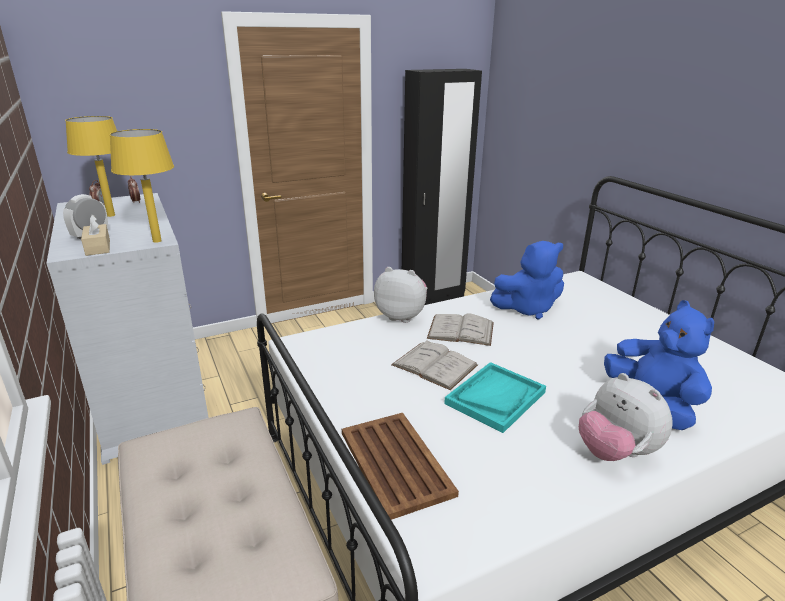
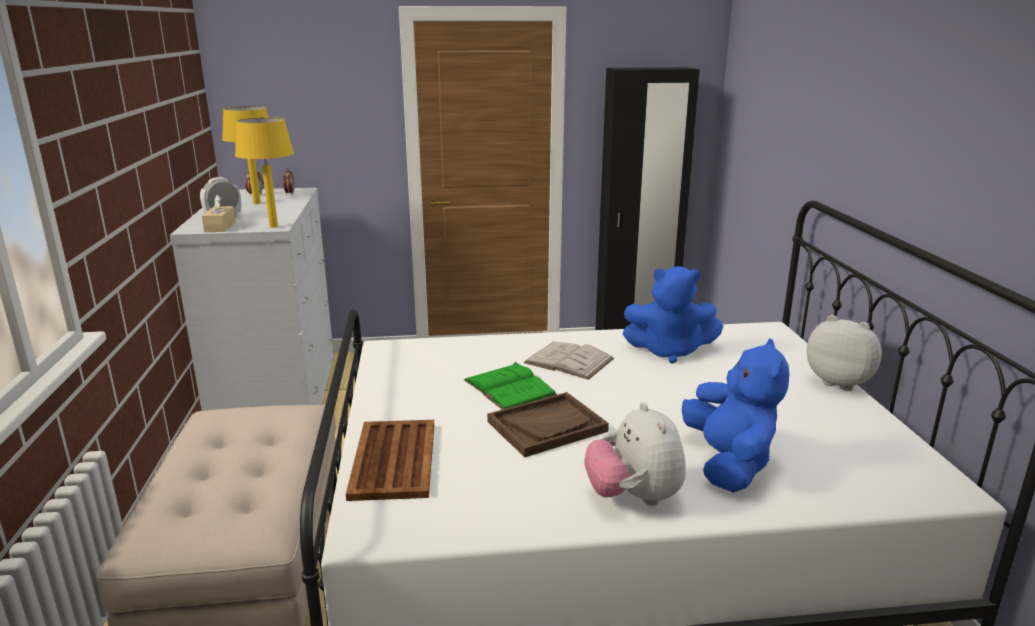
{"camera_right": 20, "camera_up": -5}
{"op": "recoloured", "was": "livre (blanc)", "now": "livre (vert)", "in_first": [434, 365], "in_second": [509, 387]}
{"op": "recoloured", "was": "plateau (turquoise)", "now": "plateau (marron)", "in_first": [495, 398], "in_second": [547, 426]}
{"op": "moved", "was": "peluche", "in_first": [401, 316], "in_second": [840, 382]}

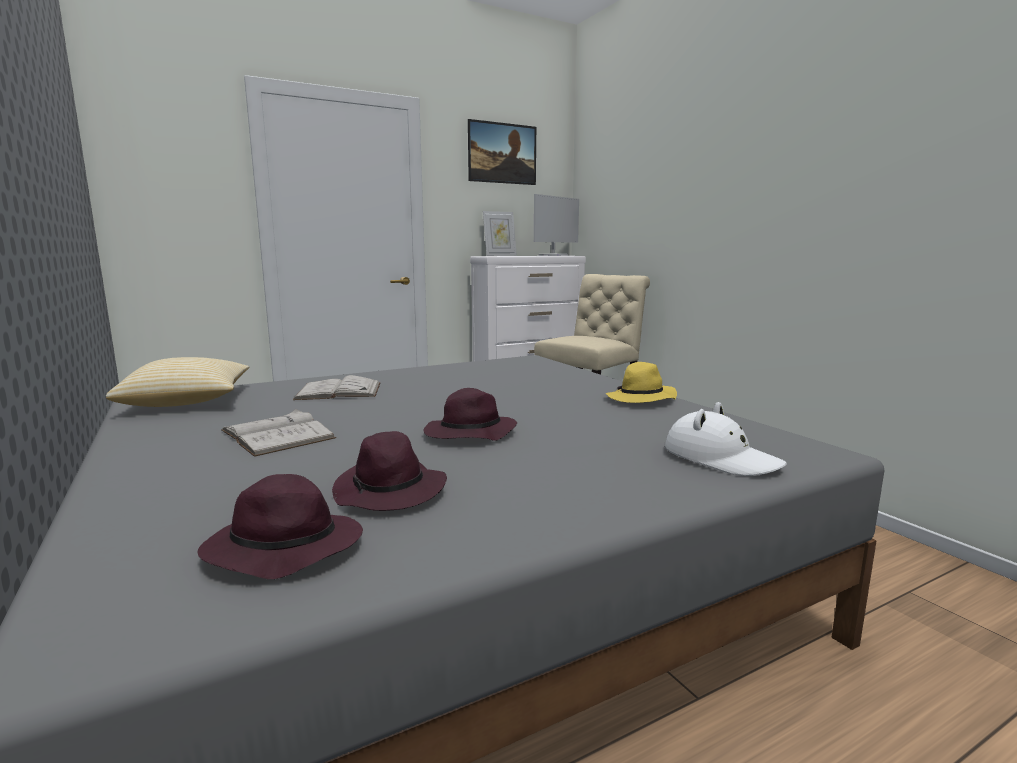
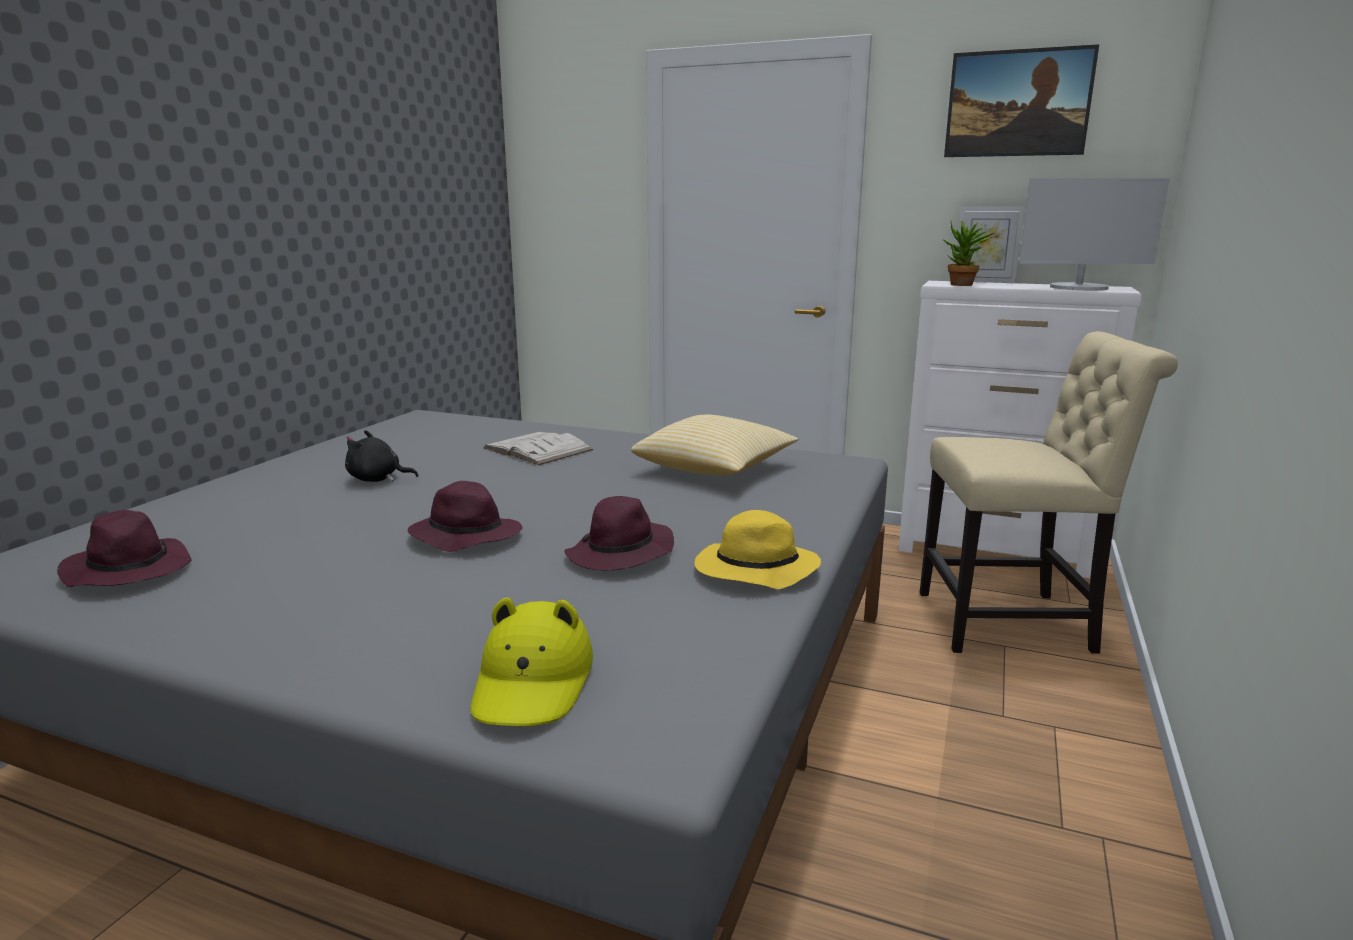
{"camera_right": 50, "camera_up": 5}
{"op": "replaced", "was": "livre (blanc)", "now": "peluche (noir)", "in_first": [277, 434], "in_second": [377, 479]}
{"op": "recoloured", "was": "chapeau (blanc)", "now": "chapeau (jaune)", "in_first": [721, 458], "in_second": [533, 682]}
{"op": "moved", "was": "chapeau (violet)", "in_first": [390, 491], "in_second": [621, 554]}
{"op": "moved", "was": "coussin", "in_first": [187, 402], "in_second": [715, 469]}
{"op": "added", "now": "plante en pot", "in_second": [962, 285]}

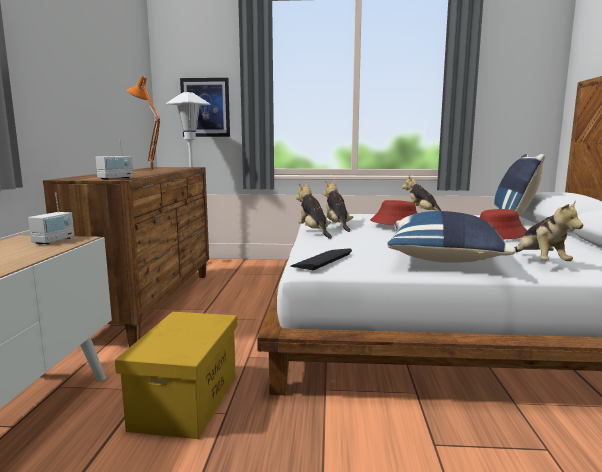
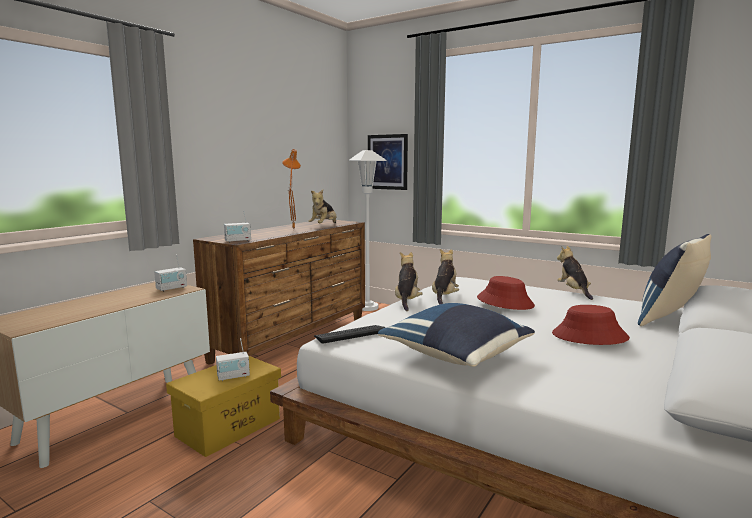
{"camera_right": 30, "camera_up": 0}
{"op": "added", "now": "radio", "in_second": [233, 376]}
{"op": "moved", "was": "peluche", "in_first": [539, 262], "in_second": [324, 226]}

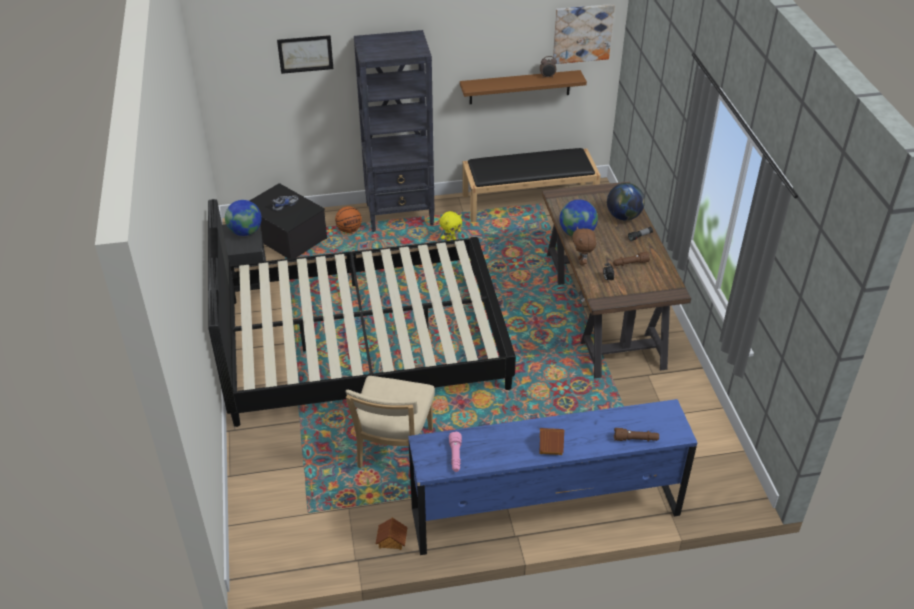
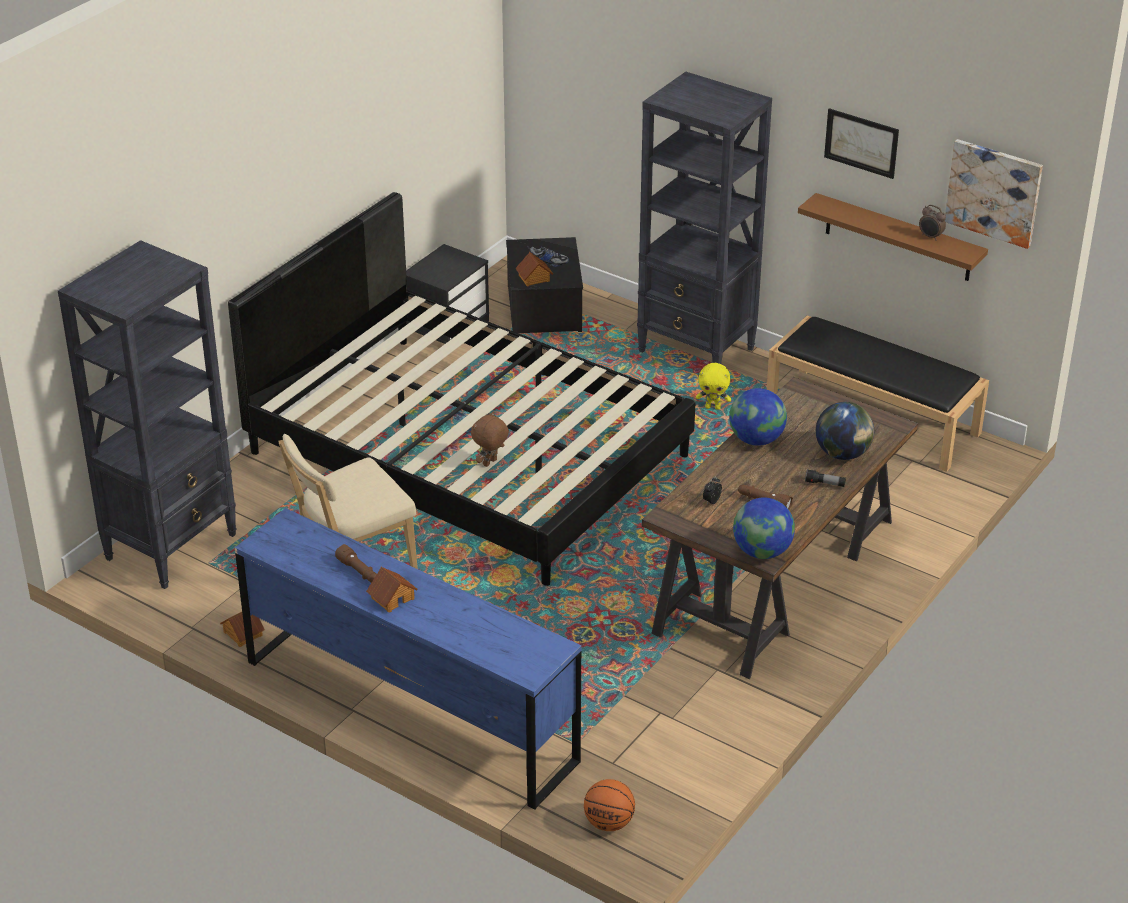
{"camera_right": 45, "camera_up": -5}
{"op": "added", "now": "bibliothèque (noir)", "in_second": [172, 546]}
{"op": "moved", "was": "lampe de poche (marron)", "in_first": [635, 439], "in_second": [358, 571]}
{"op": "moved", "was": "peluche (marron)", "in_first": [582, 262], "in_second": [490, 463]}
{"op": "added", "now": "maison miniature", "in_second": [534, 278]}
{"op": "moved", "was": "ballon de basket", "in_first": [349, 230], "in_second": [609, 823]}
{"op": "moved", "was": "globe", "in_first": [245, 232], "in_second": [762, 552]}
{"op": "moved", "was": "tableau", "in_first": [305, 54], "in_second": [861, 143]}
{"op": "removed", "was": "lampe de poche (rose)", "in_first": [455, 456]}

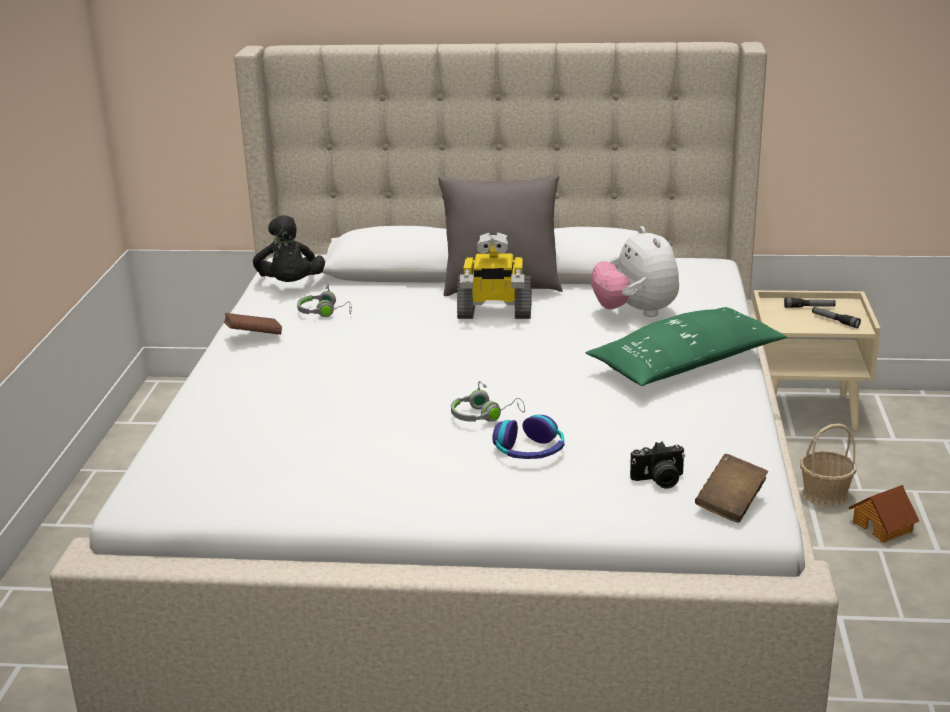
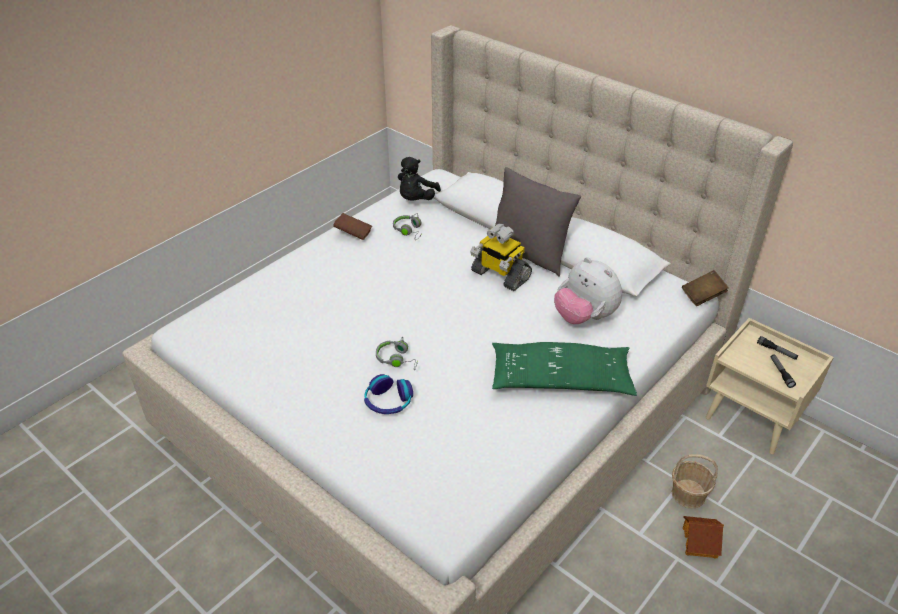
{"camera_right": 35, "camera_up": 15}
{"op": "turned", "was": "peluche", "in_first": [635, 312], "in_second": [584, 317], "clockwise": -60}
{"op": "moved", "was": "livre (marron)", "in_first": [730, 503], "in_second": [703, 296]}
{"op": "removed", "was": "appareil photo", "in_first": [659, 480]}

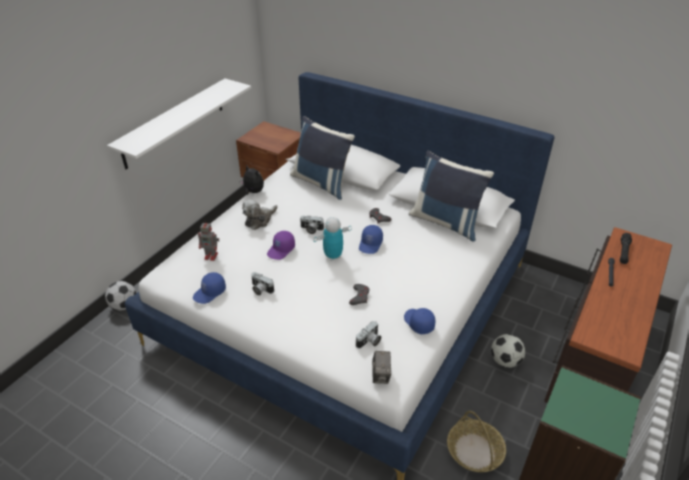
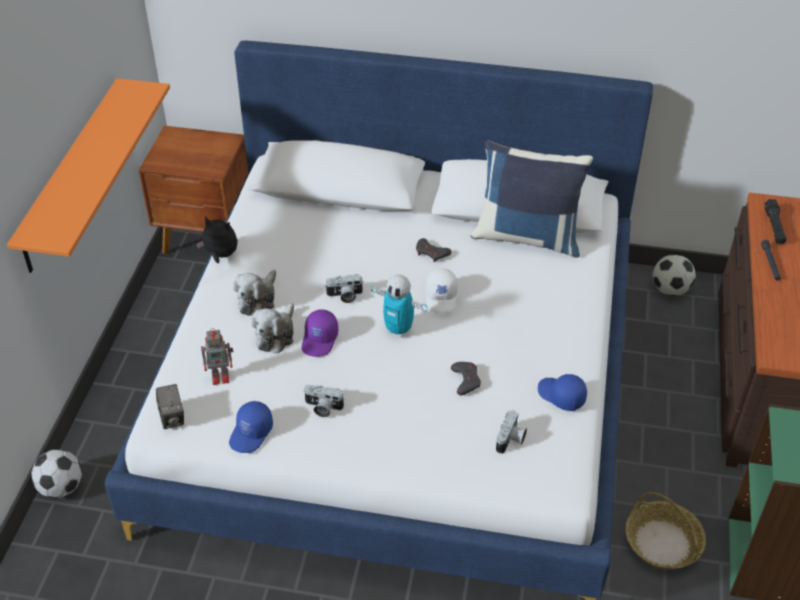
{"camera_right": -20, "camera_up": 5}
{"op": "recoloured", "was": "étagère (blanc)", "now": "étagère (orange)", "in_first": [174, 123], "in_second": [71, 175]}
{"op": "moved", "was": "appareil photo", "in_first": [381, 375], "in_second": [172, 417]}
{"op": "added", "now": "peluche", "in_second": [276, 335]}
{"op": "turned", "was": "robot jouet", "in_first": [333, 256], "in_second": [398, 330], "clockwise": -105}
{"op": "recoloured", "was": "casquette (bleu)", "now": "casquette (blanc)", "in_first": [371, 244], "in_second": [442, 297]}
{"op": "moved", "was": "ballon de foot", "in_first": [505, 361], "in_second": [670, 290]}
{"op": "removed", "was": "coussin (bleu)", "in_first": [322, 182]}

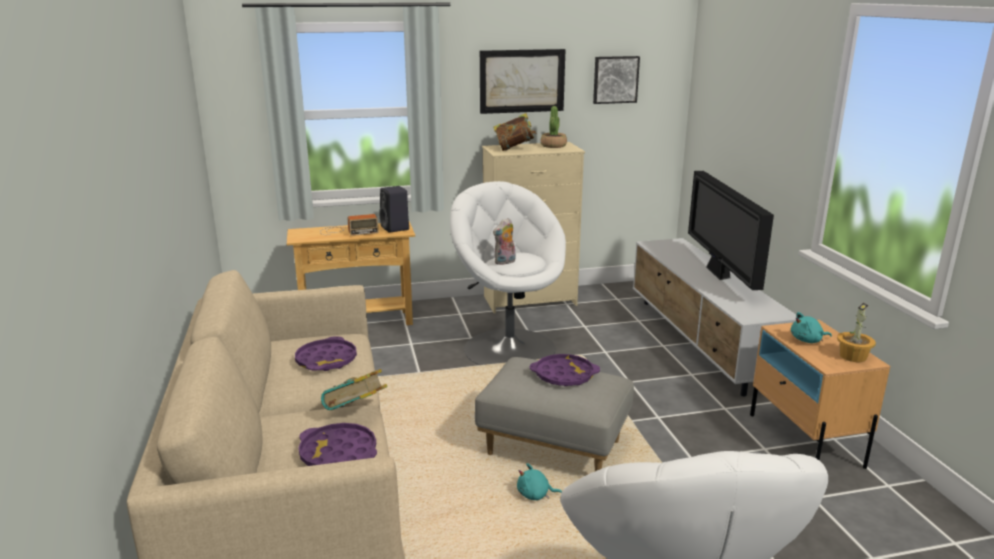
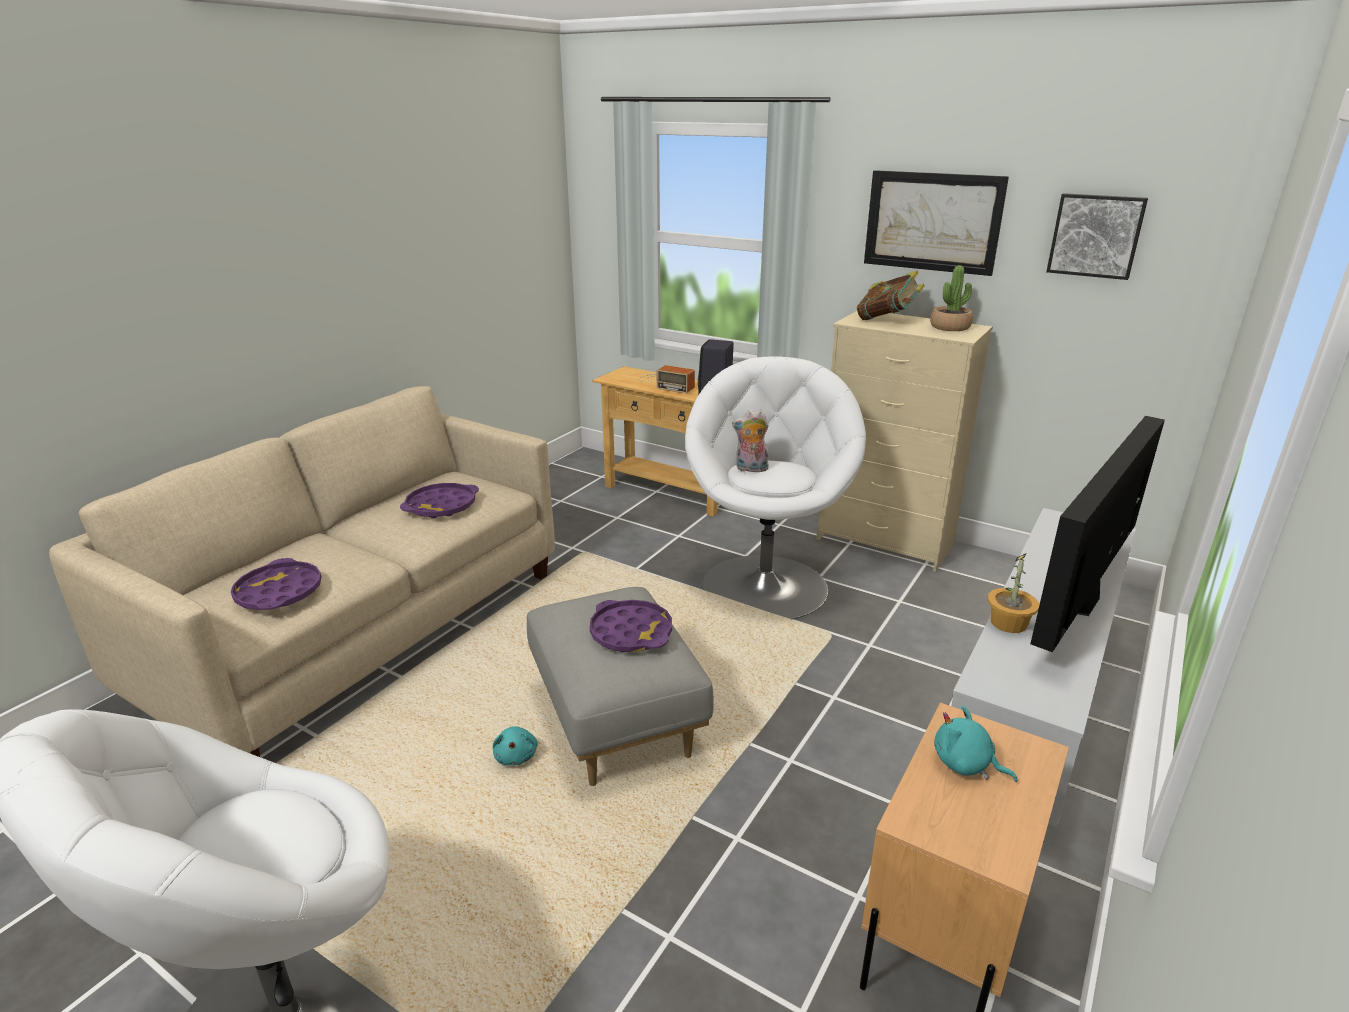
{"camera_right": 45, "camera_up": 5}
{"op": "turned", "was": "peluche (turquoise)", "in_first": [535, 495], "in_second": [516, 755], "clockwise": -150}
{"op": "moved", "was": "plante en pot", "in_first": [853, 356], "in_second": [1009, 623]}
{"op": "removed", "was": "livre", "in_first": [356, 413]}

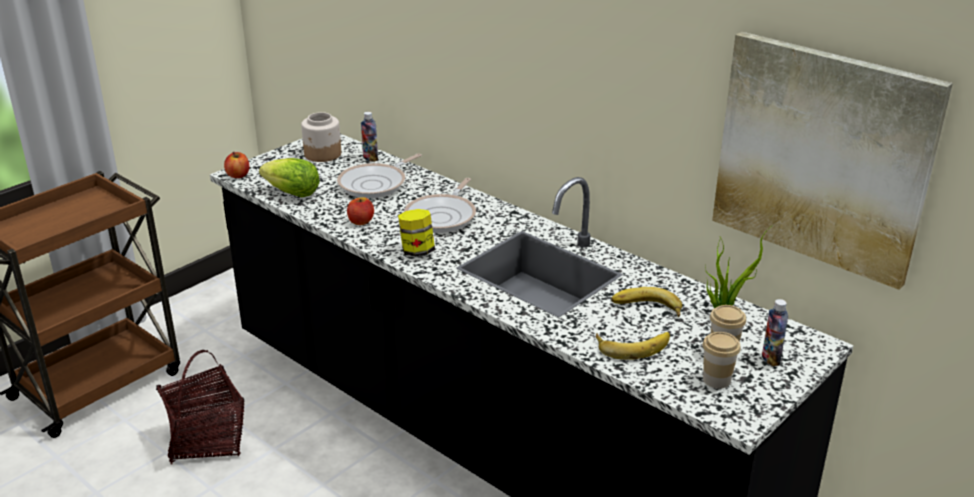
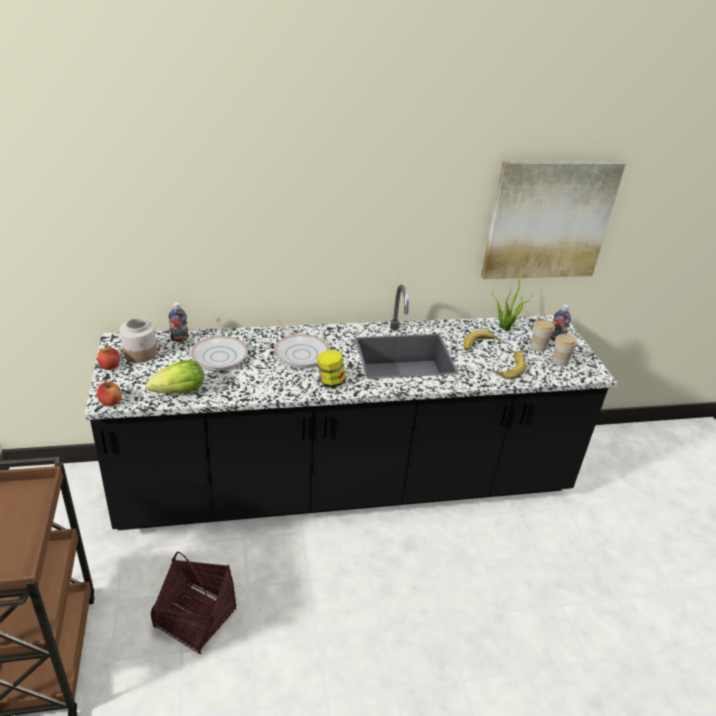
{"camera_right": -55, "camera_up": 5}
{"op": "moved", "was": "pomme", "in_first": [361, 221], "in_second": [109, 366]}

